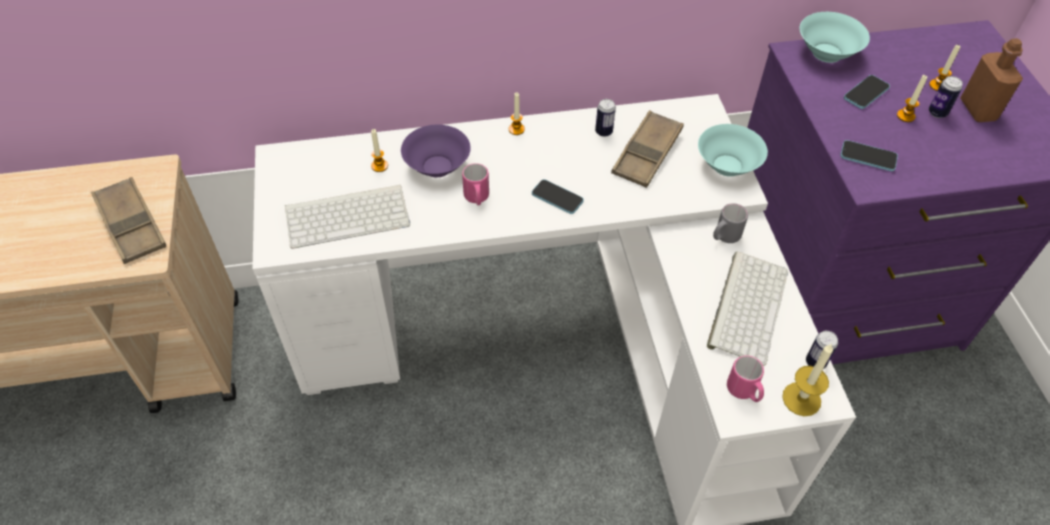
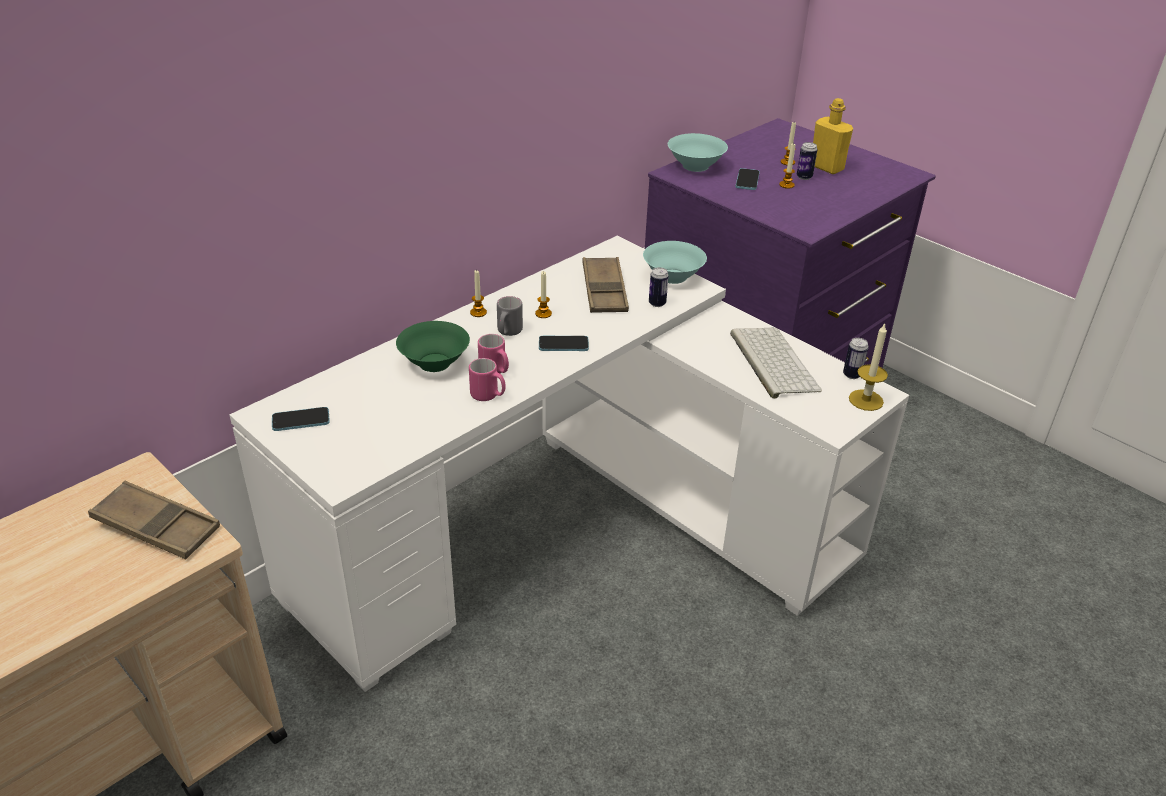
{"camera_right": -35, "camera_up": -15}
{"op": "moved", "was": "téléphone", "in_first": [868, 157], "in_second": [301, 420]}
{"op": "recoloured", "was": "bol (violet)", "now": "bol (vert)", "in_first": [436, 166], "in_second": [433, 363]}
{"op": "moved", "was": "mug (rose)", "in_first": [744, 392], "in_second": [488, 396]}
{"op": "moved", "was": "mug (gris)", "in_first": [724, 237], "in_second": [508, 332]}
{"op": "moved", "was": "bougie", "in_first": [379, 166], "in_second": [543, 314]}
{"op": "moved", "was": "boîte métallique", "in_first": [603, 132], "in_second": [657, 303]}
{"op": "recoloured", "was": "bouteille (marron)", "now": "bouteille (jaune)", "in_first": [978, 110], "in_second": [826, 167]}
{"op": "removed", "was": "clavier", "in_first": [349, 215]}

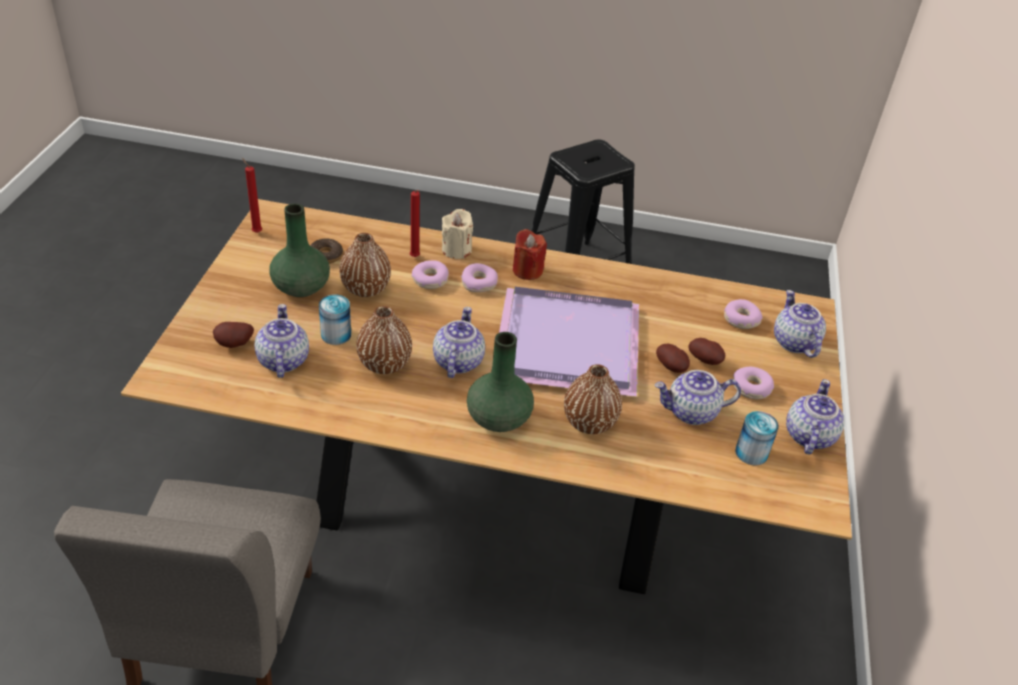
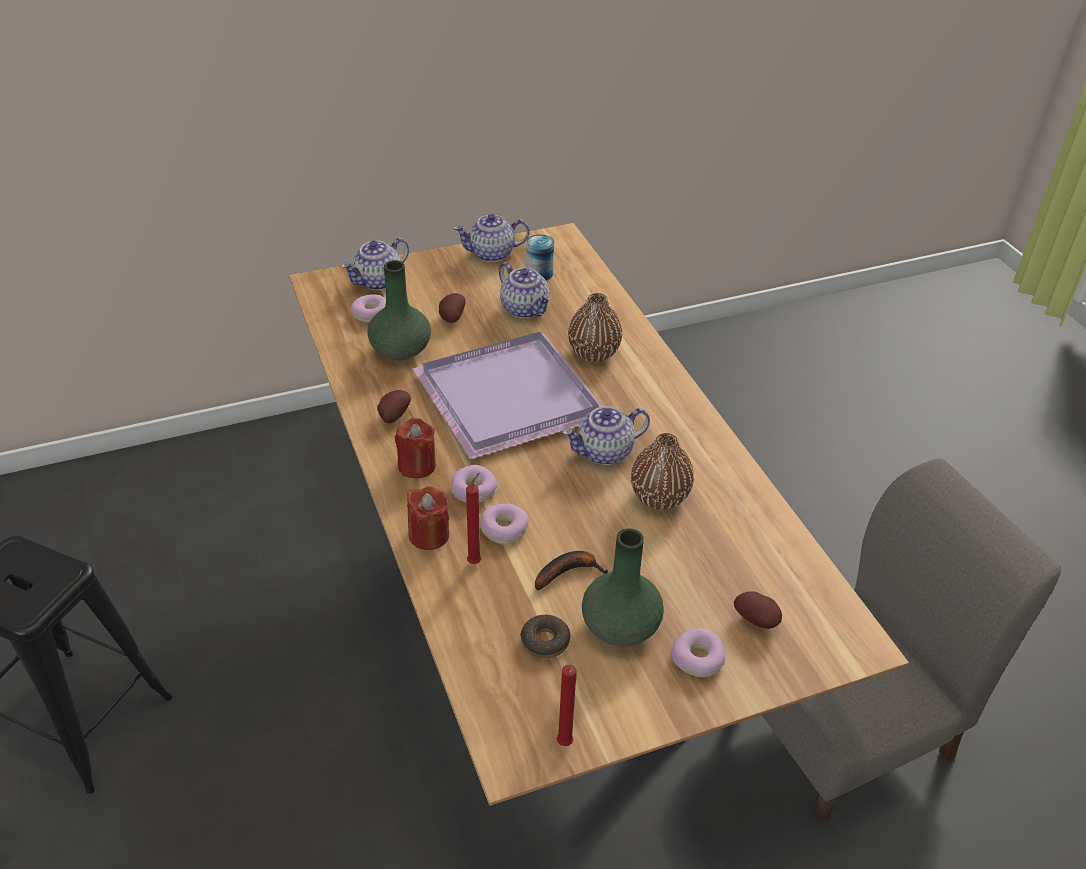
{"camera_right": -120, "camera_up": 0}
{"op": "moved", "was": "vase (vert)", "in_first": [498, 419], "in_second": [401, 350]}
{"op": "moved", "was": "pomme de terre", "in_first": [672, 368], "in_second": [393, 416]}
{"op": "recoloured", "was": "bougie (beige)", "now": "bougie (rouge)", "in_first": [456, 250], "in_second": [429, 535]}
{"op": "replaced", "was": "vase (marron)", "now": "banane", "in_first": [365, 288], "in_second": [568, 572]}
{"op": "moved", "was": "beignet", "in_first": [751, 388], "in_second": [698, 659]}
{"op": "removed", "was": "théière", "in_first": [282, 360]}
{"op": "removed", "was": "boîte métallique", "in_first": [336, 334]}

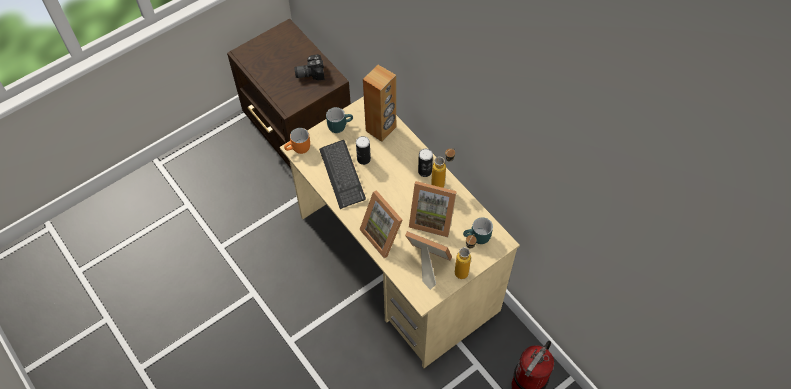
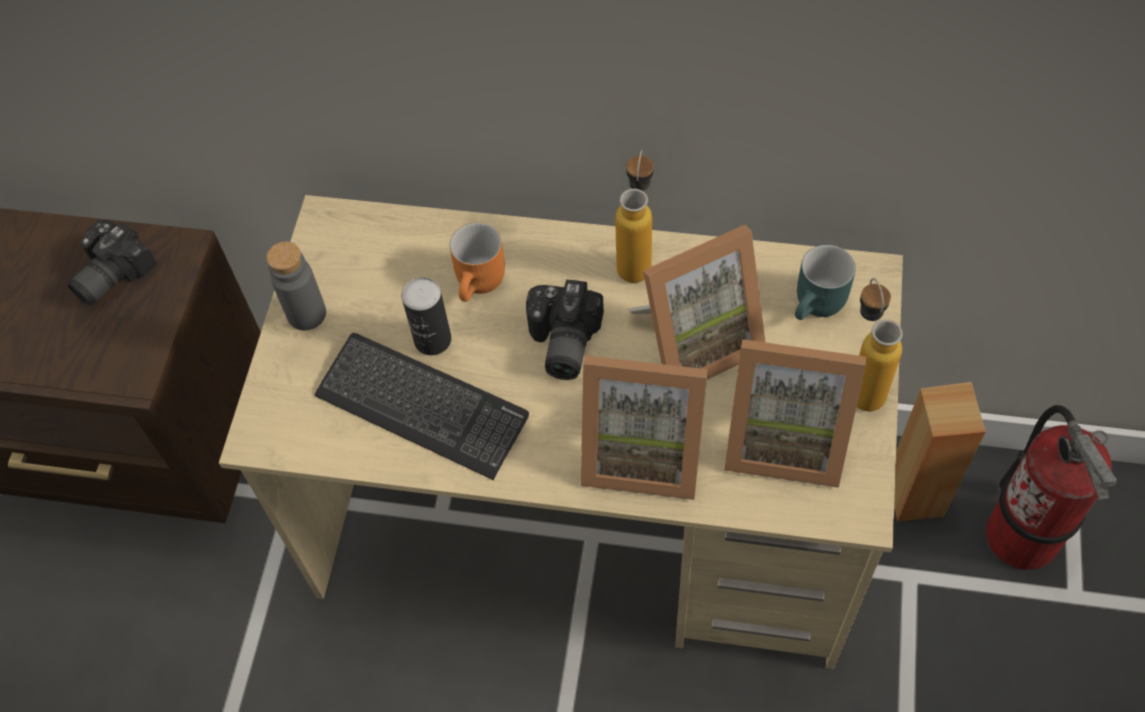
{"camera_right": -40, "camera_up": 0}
{"op": "replaced", "was": "mug (turquoise)", "now": "bouteille (gris)", "in_first": [339, 125], "in_second": [306, 314]}
{"op": "moved", "was": "mug (orange)", "in_first": [299, 149], "in_second": [481, 284]}
{"op": "added", "now": "appareil photo", "in_second": [560, 343]}
{"op": "turned", "was": "cadre photo", "in_first": [426, 264], "in_second": [785, 438], "clockwise": -150}
{"op": "moved", "was": "enceinte (marron)", "in_first": [381, 129], "in_second": [915, 495]}
{"op": "removed", "was": "boîte métallique", "in_first": [425, 171]}

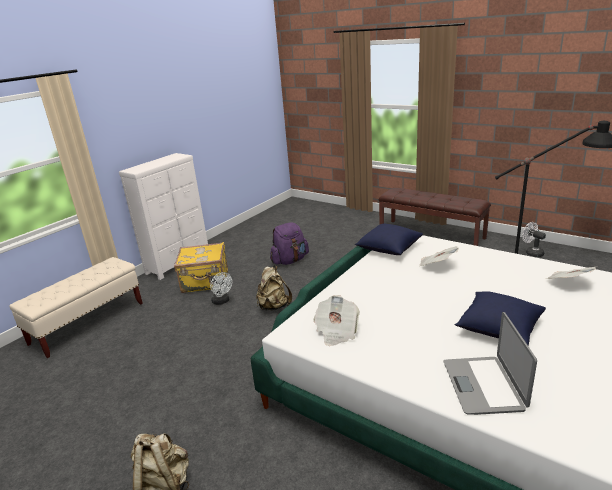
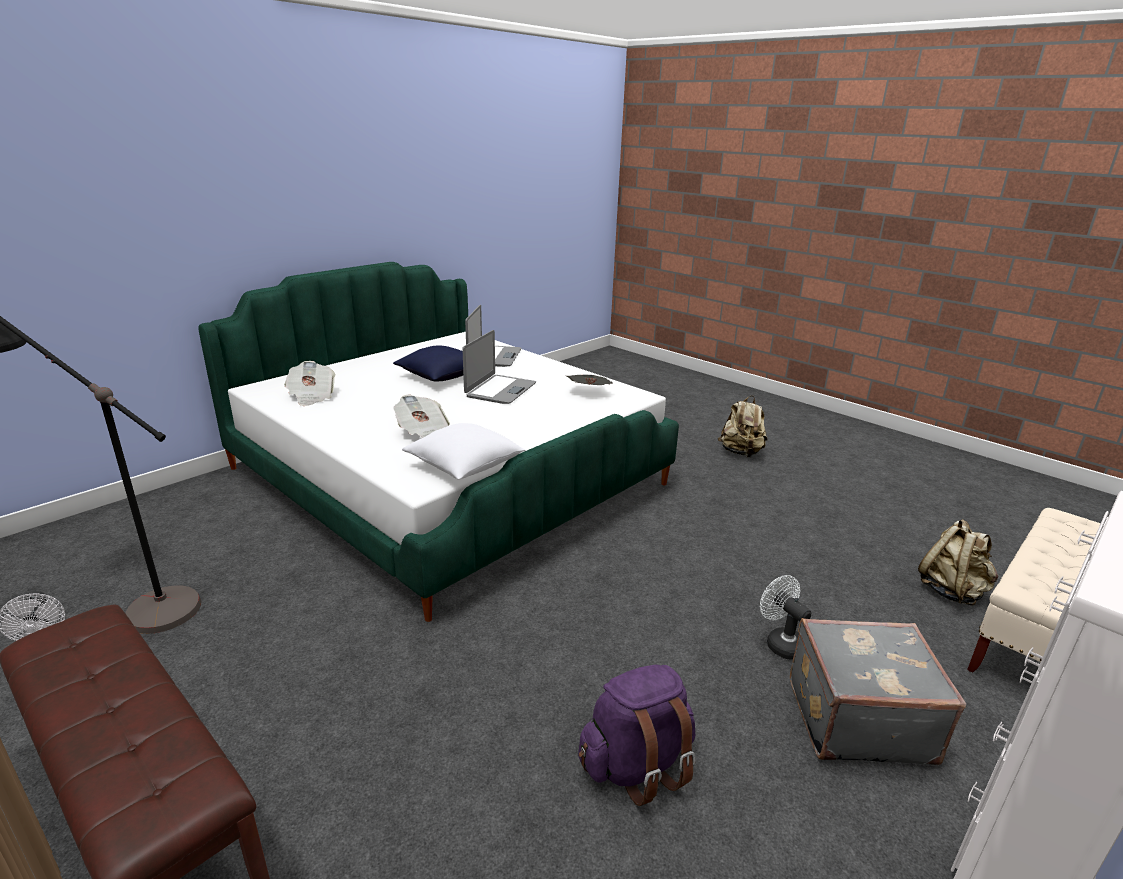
{"camera_right": -175, "camera_up": 0}
{"op": "recoloured", "was": "coussin (bleu)", "now": "coussin (blanc)", "in_first": [388, 249], "in_second": [465, 467]}
{"op": "added", "now": "ordinateur portable", "in_second": [500, 390]}
{"op": "recoloured", "was": "valise (jaune)", "now": "valise (gris)", "in_first": [205, 282], "in_second": [856, 718]}
{"op": "moved", "was": "sac à dos (beige)", "in_first": [274, 306], "in_second": [951, 591]}

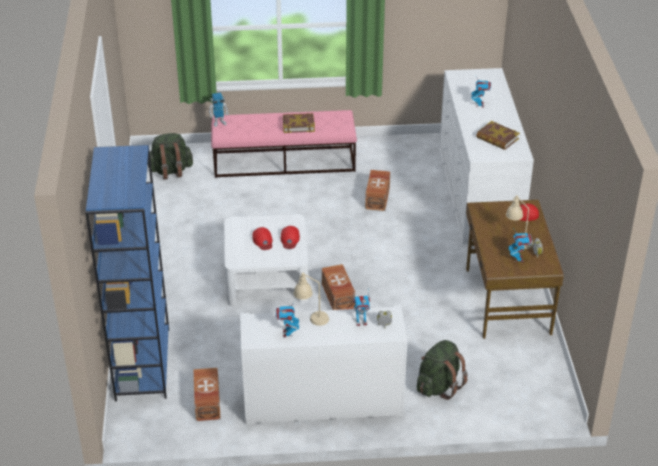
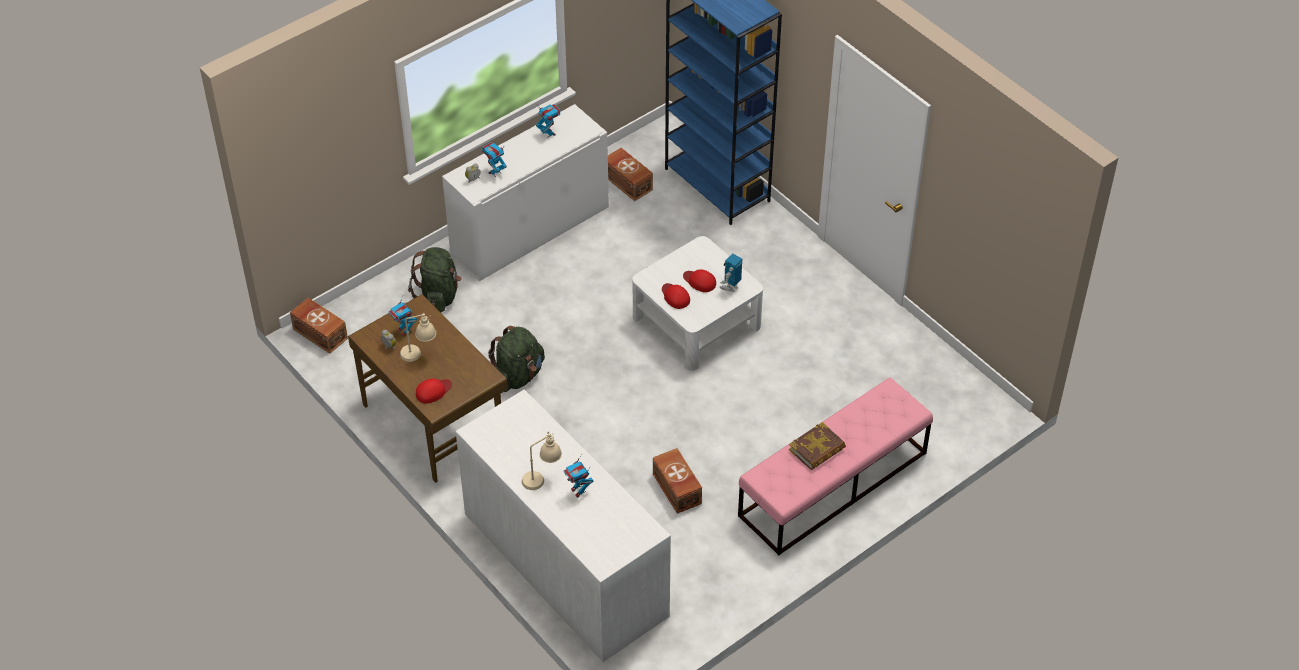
{"camera_right": 145, "camera_up": 10}
{"op": "moved", "was": "boîte de rangement (marron)", "in_first": [337, 296], "in_second": [320, 333]}
{"op": "moved", "was": "sac à dos (vert)", "in_first": [171, 171], "in_second": [518, 376]}
{"op": "moved", "was": "lampe de table (beige)", "in_first": [311, 317], "in_second": [542, 478]}
{"op": "moved", "was": "robot jouet", "in_first": [219, 122], "in_second": [730, 287]}
{"op": "removed", "was": "livre", "in_first": [497, 138]}

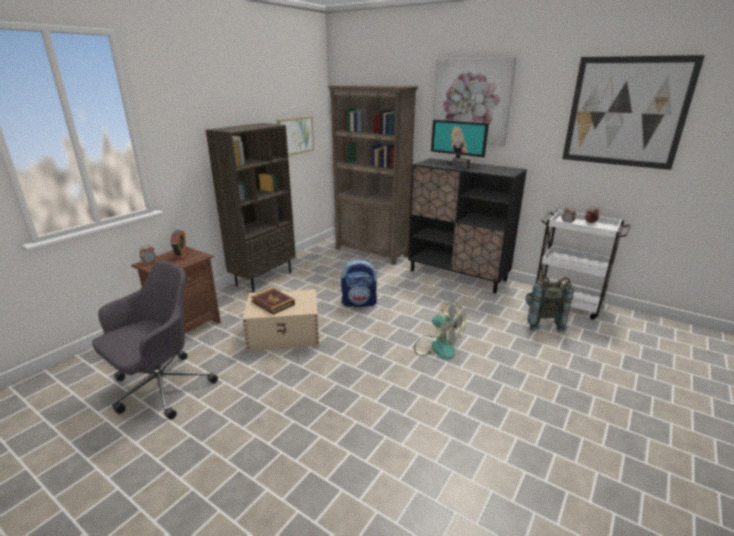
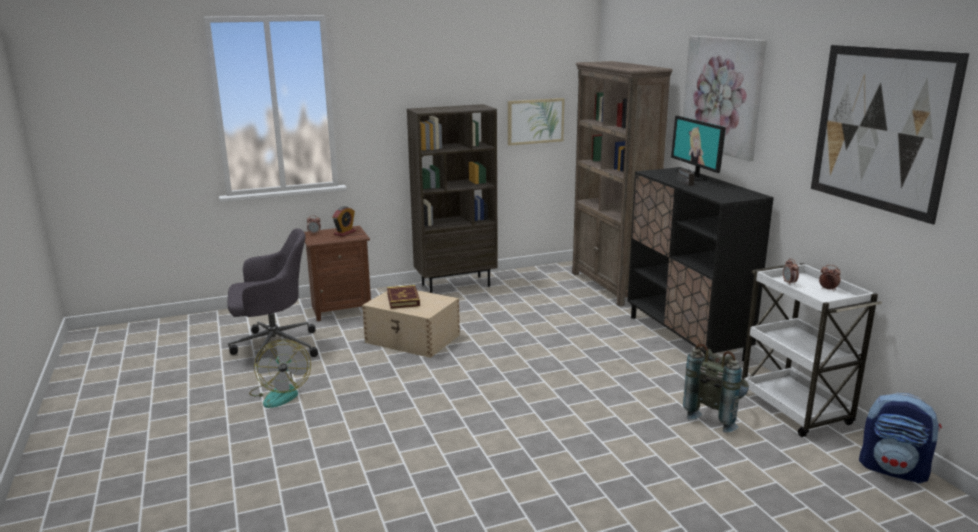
{"camera_right": 35, "camera_up": -5}
{"op": "moved", "was": "ventilateur", "in_first": [437, 346], "in_second": [280, 393]}
{"op": "moved", "was": "sac à dos", "in_first": [359, 303], "in_second": [893, 469]}

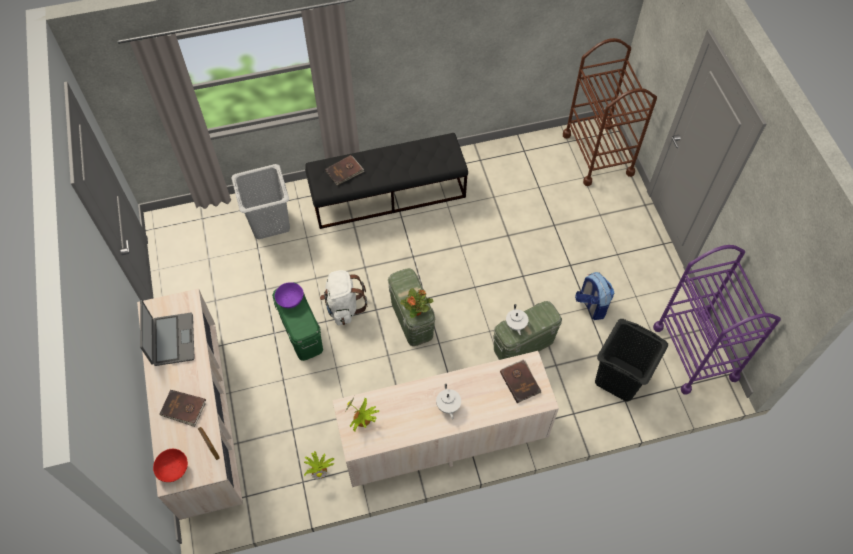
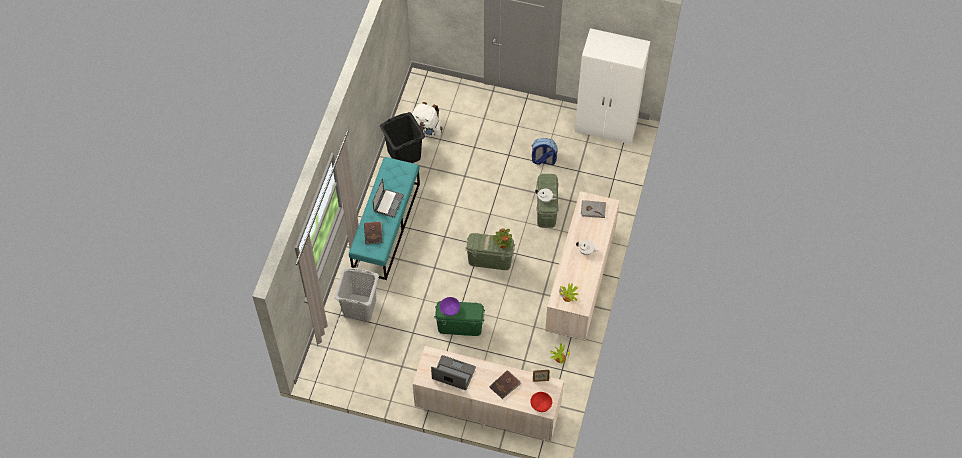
{"camera_right": -60, "camera_up": 0}
{"op": "recoloured", "was": "banc (noir)", "now": "banc (turquoise)", "in_first": [388, 195], "in_second": [386, 226]}
{"op": "added", "now": "ordinateur portable", "in_second": [388, 203]}
{"op": "moved", "was": "panier à linge (noir)", "in_first": [619, 378], "in_second": [404, 155]}
{"op": "moved", "was": "sac à dos (blanc)", "in_first": [343, 306], "in_second": [426, 129]}
{"op": "replaced", "was": "chariot (violet)", "now": "armoire (blanc)", "in_first": [695, 352], "in_second": [606, 127]}
{"op": "recoloured", "was": "livre (marron)", "now": "livre (gris)", "in_first": [520, 381], "in_second": [593, 209]}
{"op": "removed", "was": "chariot (marron)", "in_first": [598, 154]}

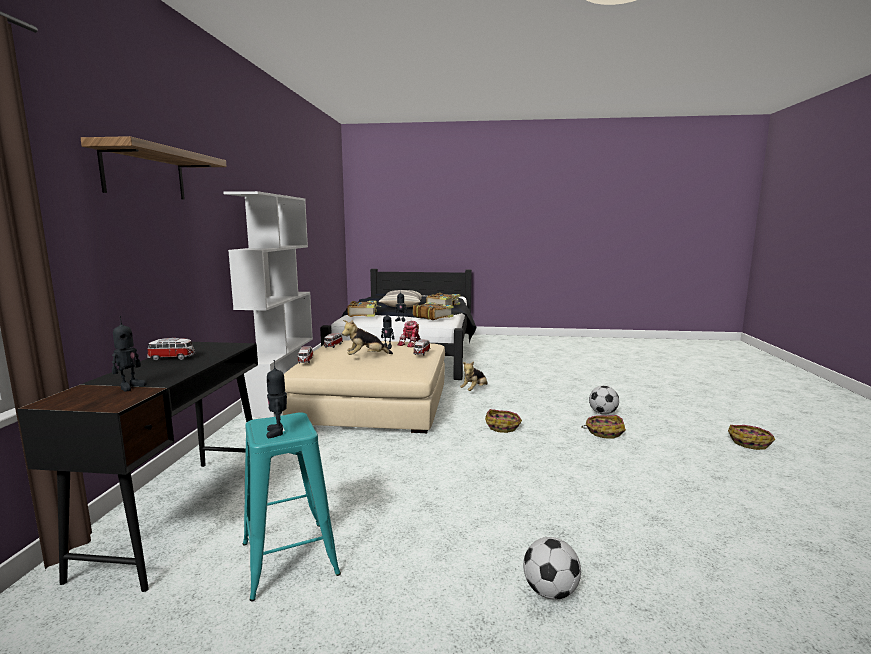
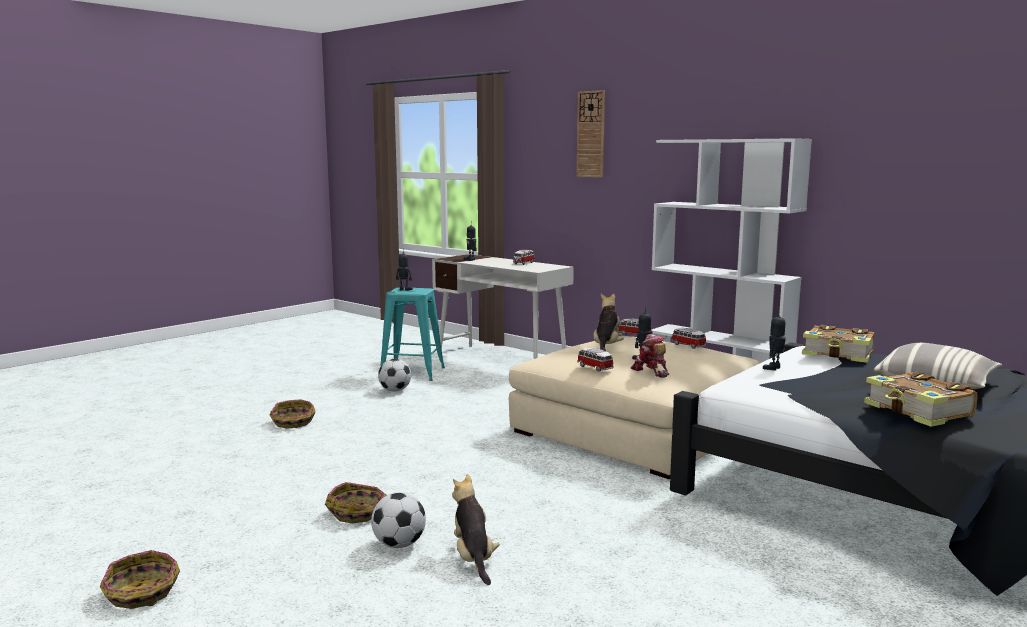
{"camera_right": 125, "camera_up": 0}
{"op": "moved", "was": "panier", "in_first": [503, 426], "in_second": [292, 422]}
{"op": "moved", "was": "ballon de foot", "in_first": [550, 591], "in_second": [395, 390]}
{"op": "recoloured", "was": "bureau (noir)", "now": "bureau (blanc)", "in_first": [180, 514], "in_second": [501, 360]}
{"op": "moved", "was": "peluche", "in_first": [474, 390], "in_second": [473, 558]}
{"op": "replaced", "was": "étagère", "now": "horloge murale", "in_first": [145, 173], "in_second": [591, 134]}
{"op": "removed", "was": "livre", "in_first": [432, 316]}

